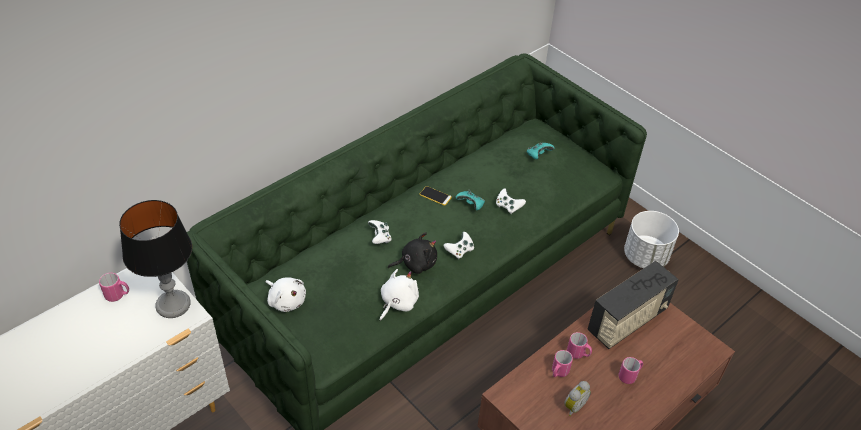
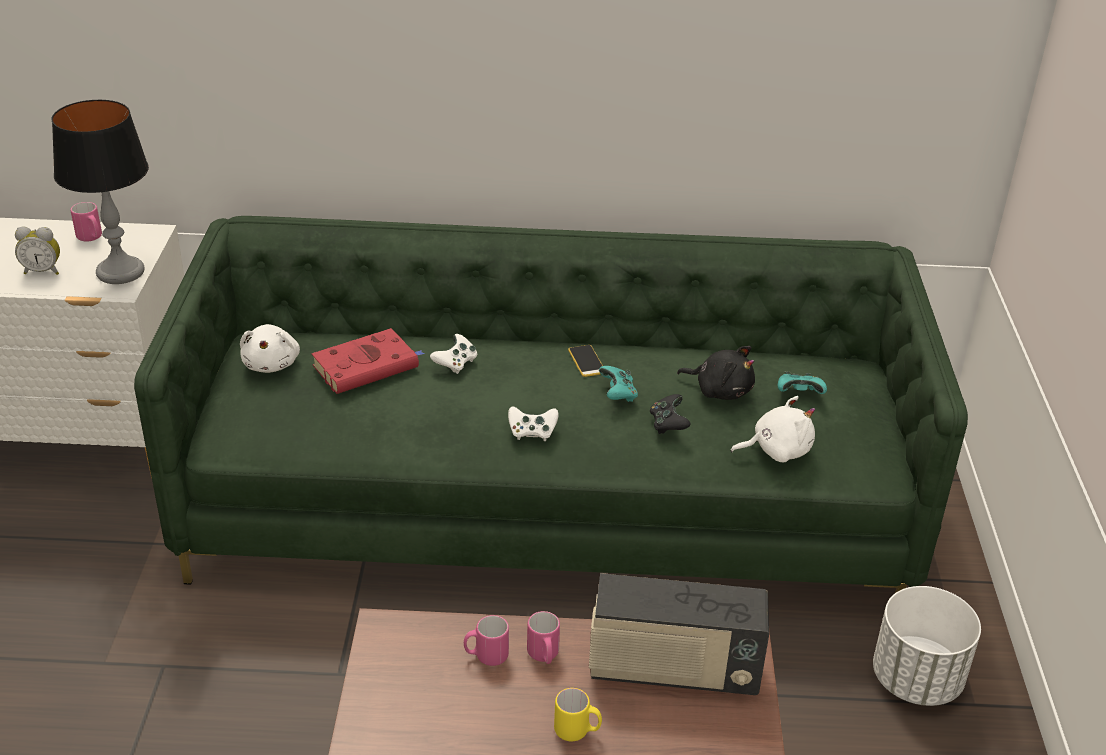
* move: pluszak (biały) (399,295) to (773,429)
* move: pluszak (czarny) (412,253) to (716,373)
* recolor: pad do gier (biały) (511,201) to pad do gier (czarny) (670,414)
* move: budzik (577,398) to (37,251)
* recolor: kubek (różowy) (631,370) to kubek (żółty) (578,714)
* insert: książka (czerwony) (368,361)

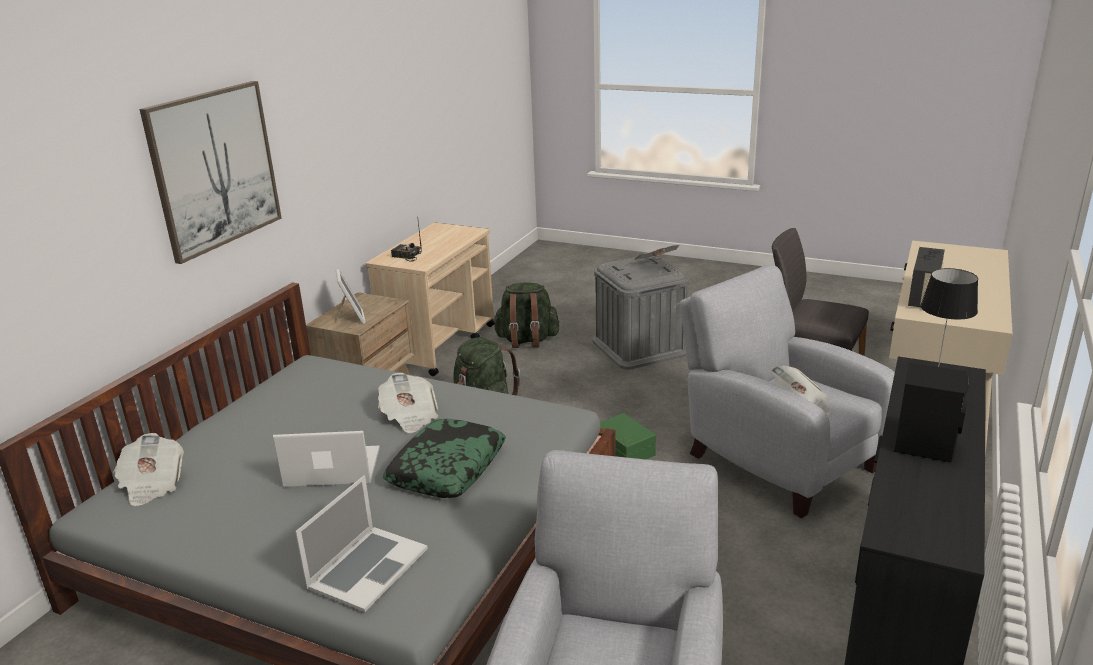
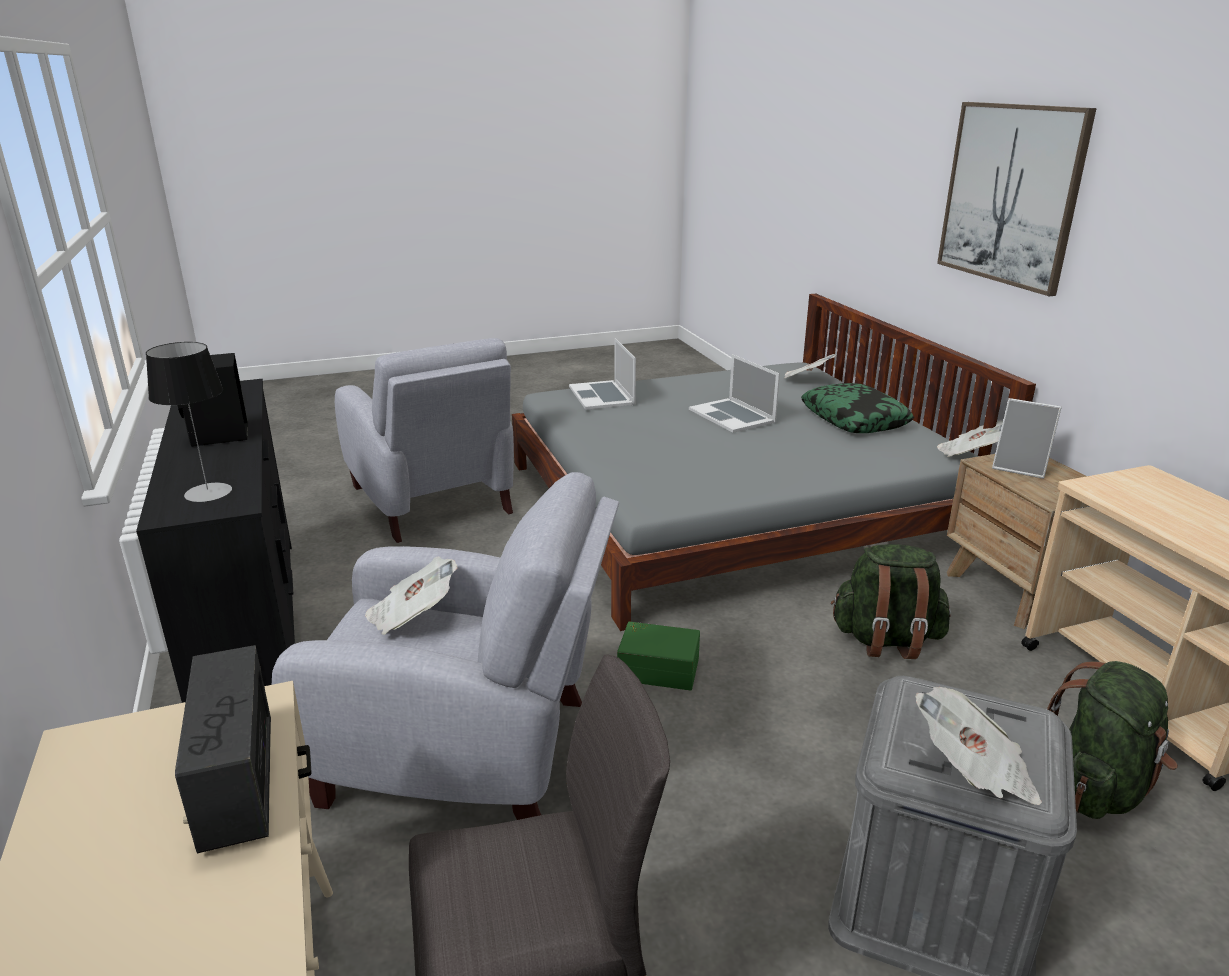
* rotate: laptop (326,459) = (734,393) 105 degrees clockwise
* move: gazeta (408,402) to (970,438)
* move: poduszka (444,458) to (857,408)
* delete: radio (406,242)

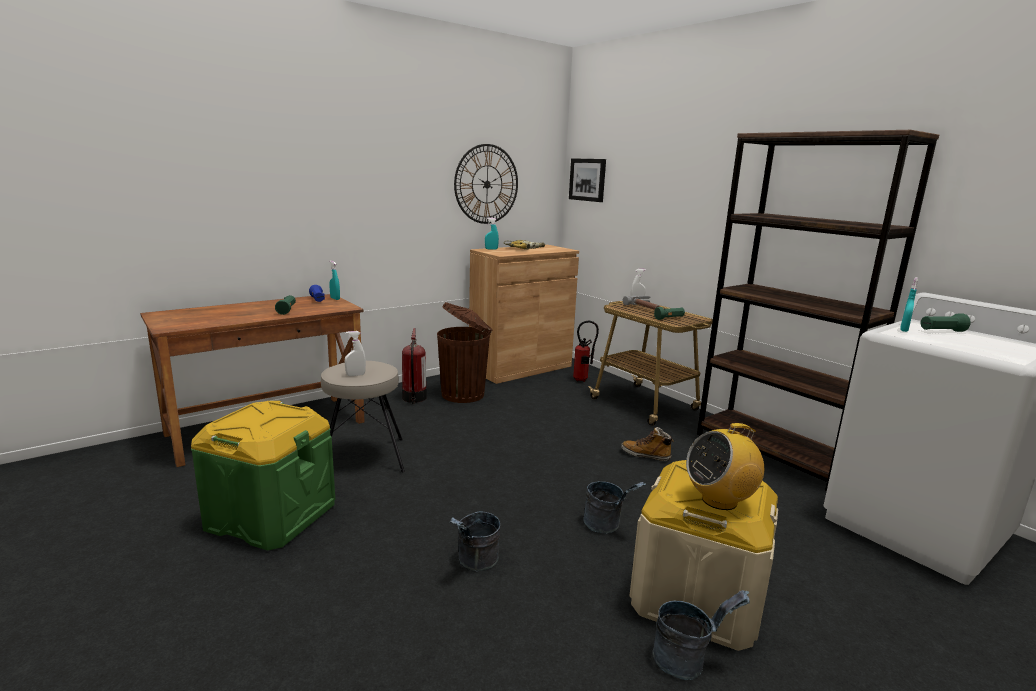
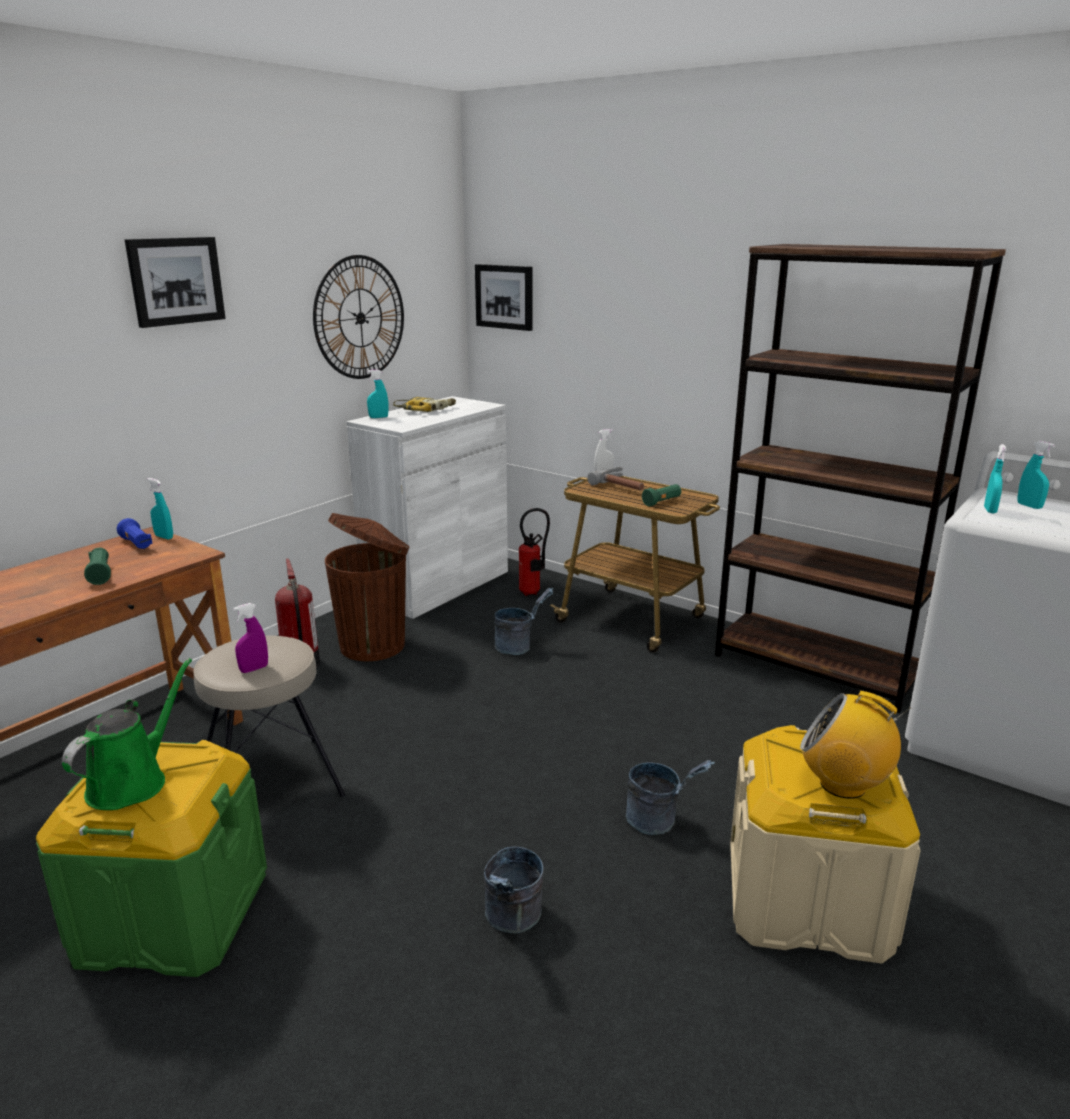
* recolor: spryskiwacz (biały) (355,353) to spryskiwacz (fioletowy) (250,638)
* recolor: szafka (brązowy) (524,314) to szafka (biały) (427,507)
* delete: but z cholewką (647,444)
* move: wiadro (szary) (701,635) to (523,621)
* rotate: radio (725,466) = (855,745) 60 degrees clockwise
* replace: latarka (zielony) (945,323) to spryskiwacz (turkusowy) (1036,475)
* insert: konewka (zielony) (127,734)
* insert: obraz (175,282)

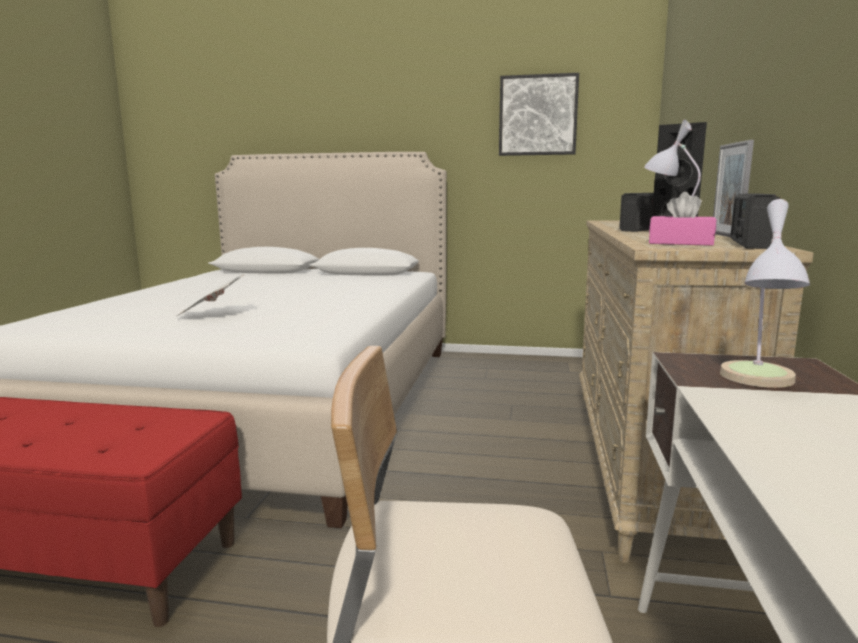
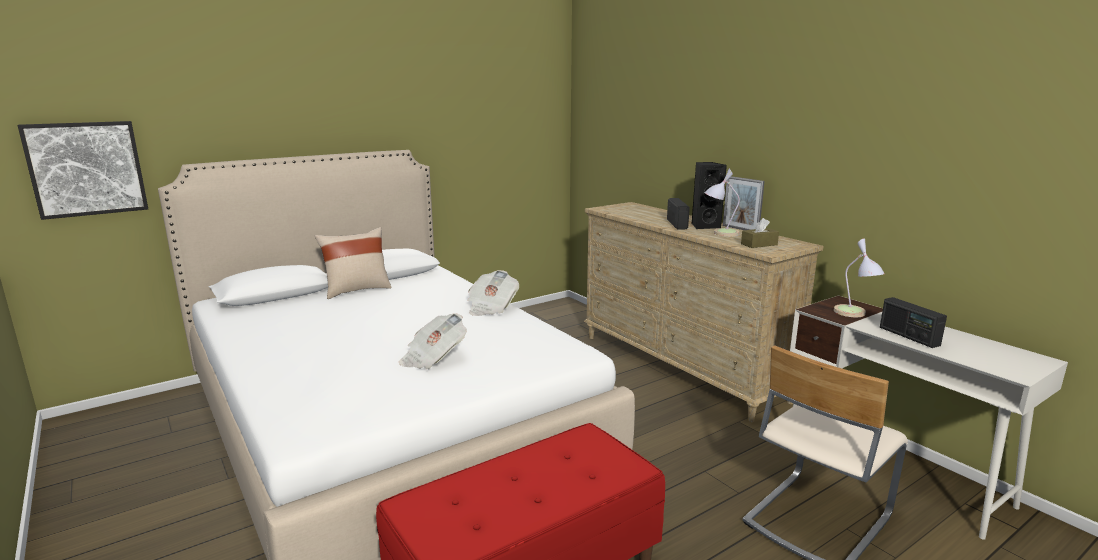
* move: obraz (539,114) to (83,170)
* recolor: pudełko chusteczek (różowy) (682,219) to pudełko chusteczek (brązowy) (760,233)
* move: radio (755,221) to (913,322)
* insert: poduszka (beżowy) (353,263)
* insert: gazeta (493,293)

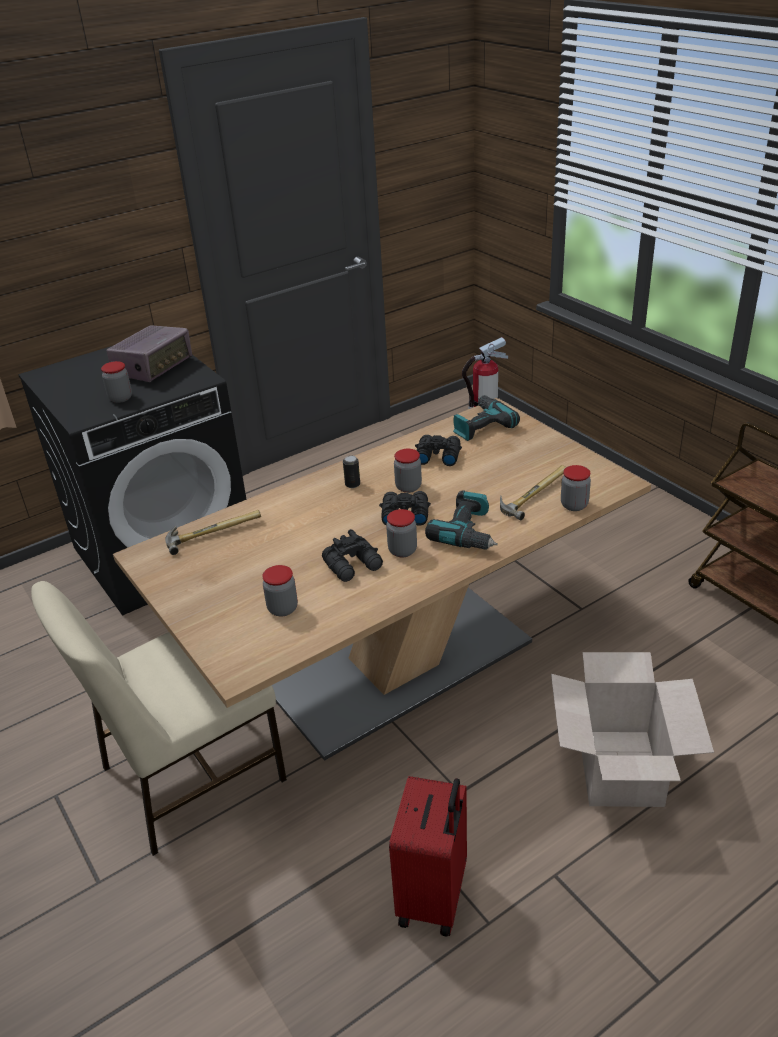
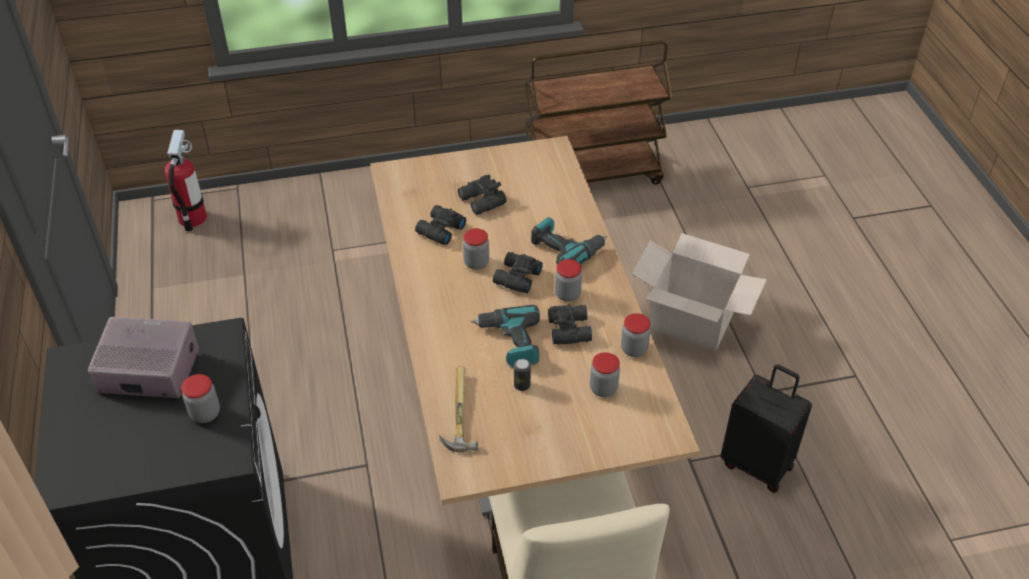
* rotate: radio (149,353) = (143,357) 45 degrees counterclockwise
* move: puszka (351,471) to (522,375)
* recolor: walizka (czerwony) (428,856) to walizka (czarny) (766,428)
* move: wiertarka (486,418) to (505,336)
* delete: młotek (533,492)
* move: słoik (576,488) to (636,335)
* insert: lornetka (czarny) (482,195)

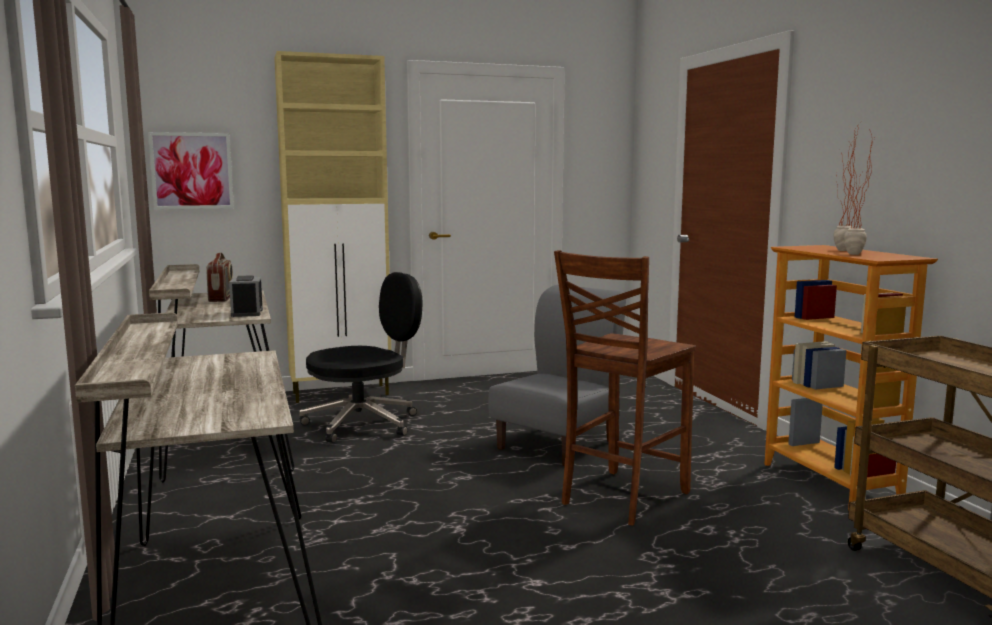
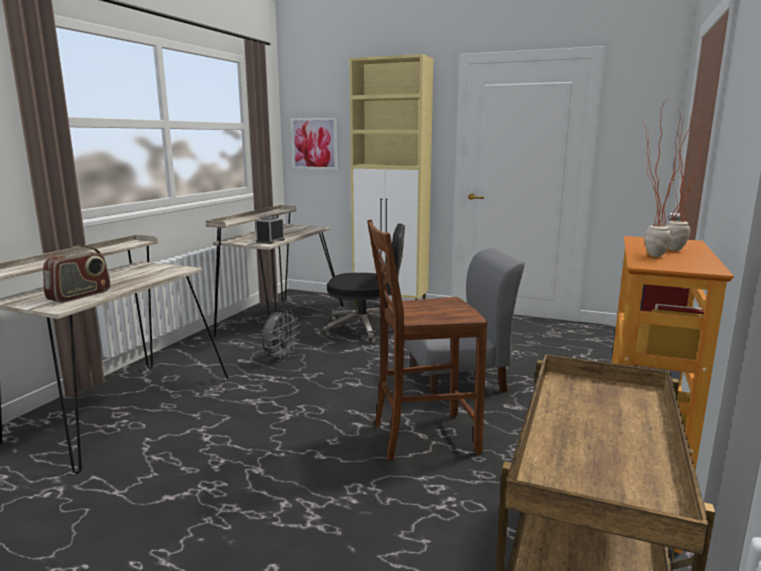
* move: radio (220,277) to (76,273)
* insert: wentylator (szary) (281,335)

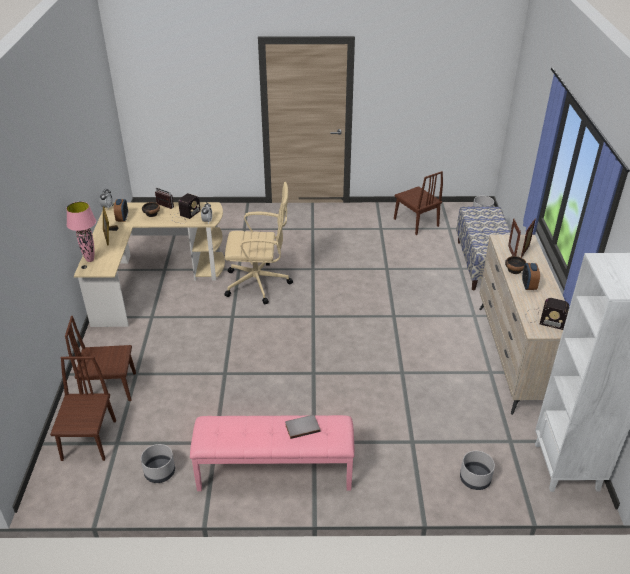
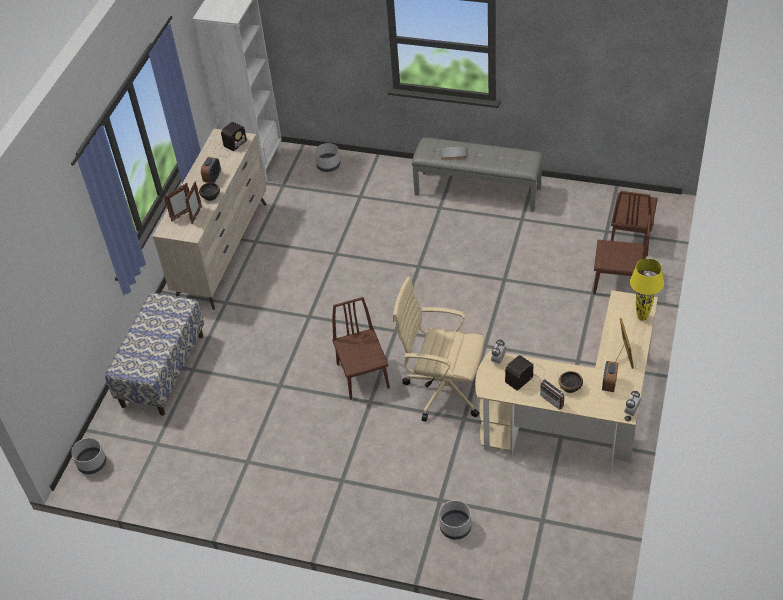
* recolor: lampa stołowa (różowy) (81,232) to lampa stołowa (żółty) (647,290)
* move: donica (szary) (158,463) to (455,520)
* recolor: ławka (różowy) (272,453) to ławka (szary) (477,175)
* move: krzesło (brązowy) (418,203) to (361,348)
* rotate: radio (547,314) = (230,139) 90 degrees clockwise

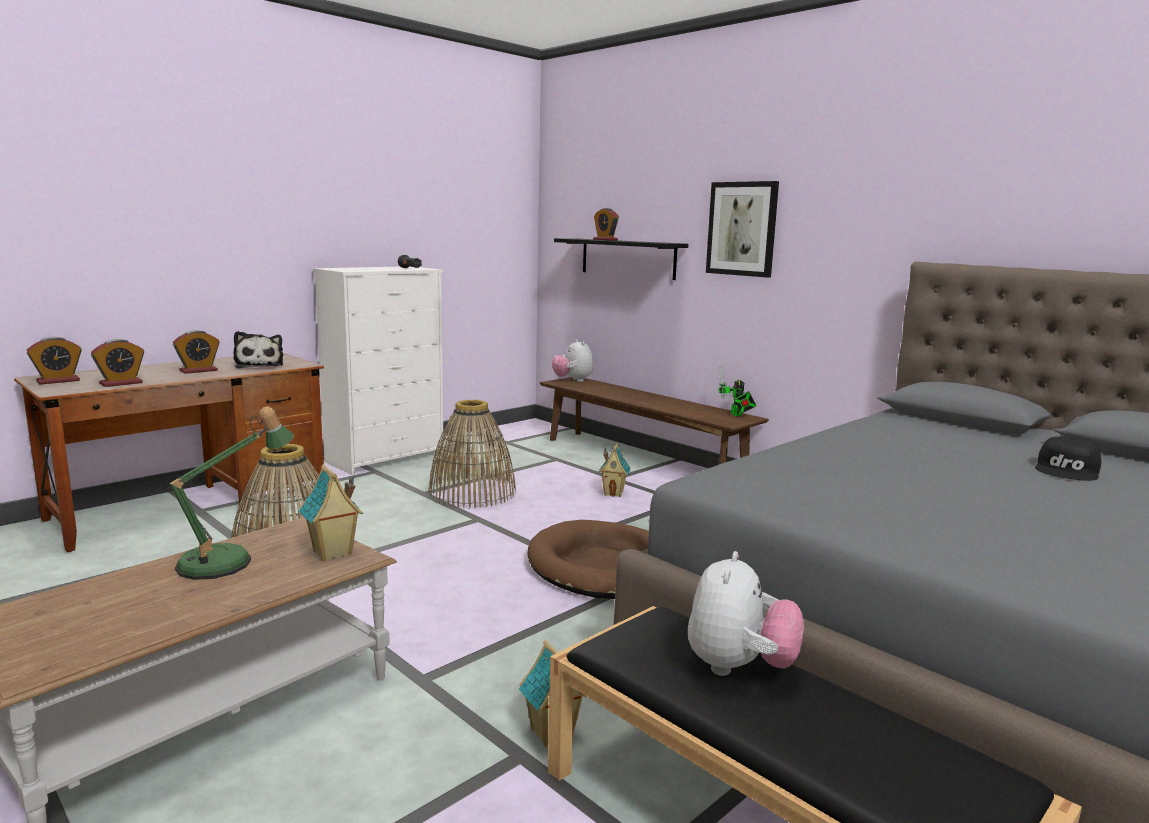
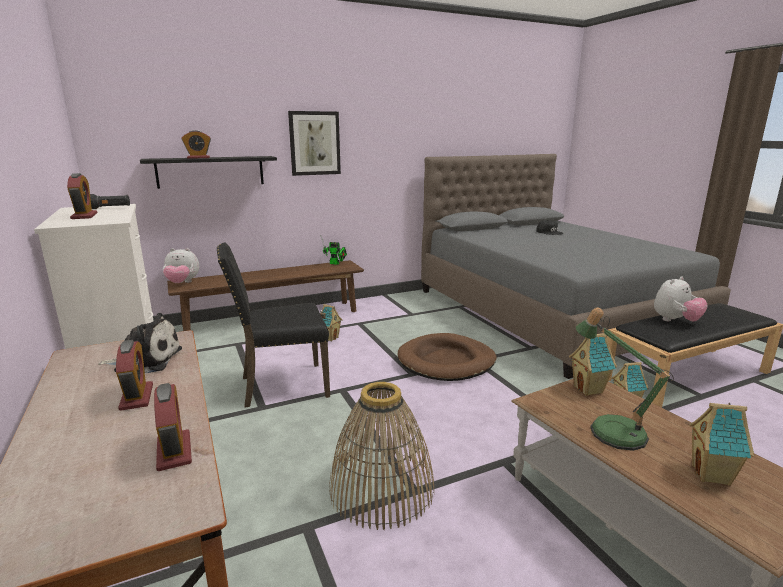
* move: budzik (54,361) to (82,196)
* replace: koszyk (472,454) to krzesło (czarny) (273,325)
* rotate: pluszak (746,613) = (680,299) 105 degrees clockwise
* insert: domek (721,444)

